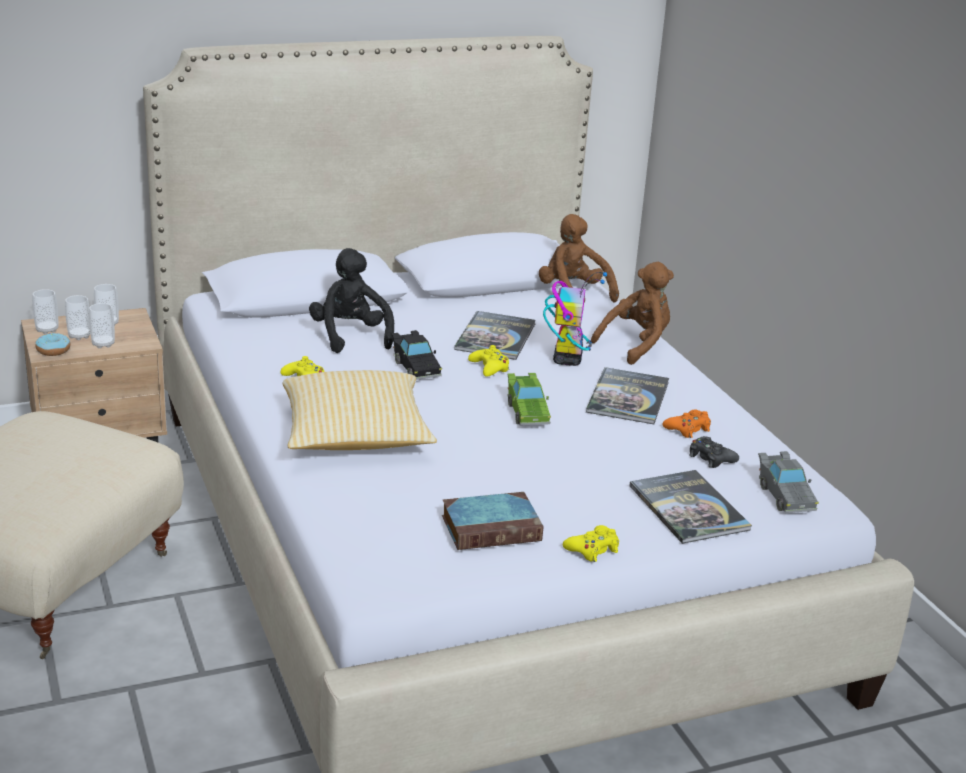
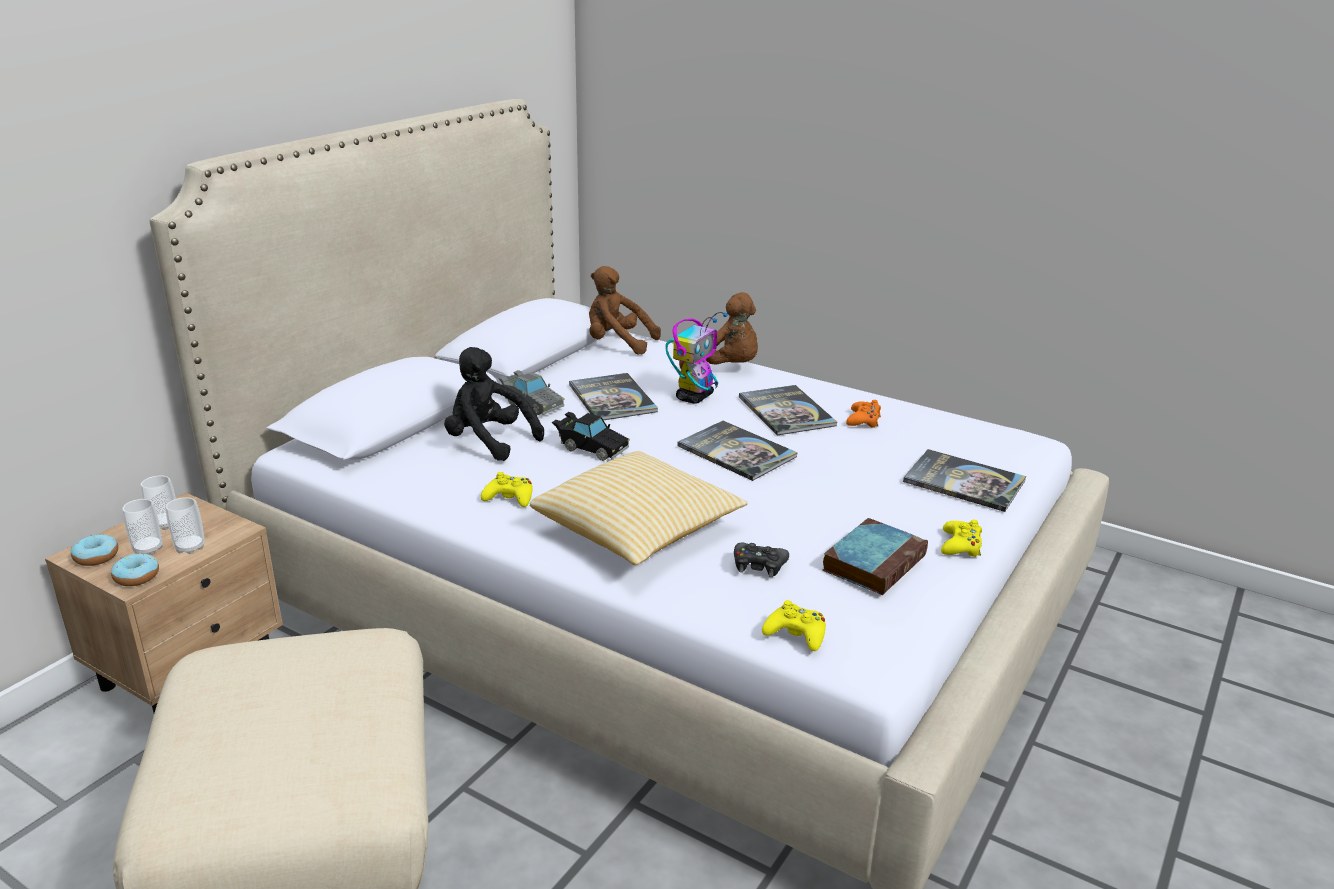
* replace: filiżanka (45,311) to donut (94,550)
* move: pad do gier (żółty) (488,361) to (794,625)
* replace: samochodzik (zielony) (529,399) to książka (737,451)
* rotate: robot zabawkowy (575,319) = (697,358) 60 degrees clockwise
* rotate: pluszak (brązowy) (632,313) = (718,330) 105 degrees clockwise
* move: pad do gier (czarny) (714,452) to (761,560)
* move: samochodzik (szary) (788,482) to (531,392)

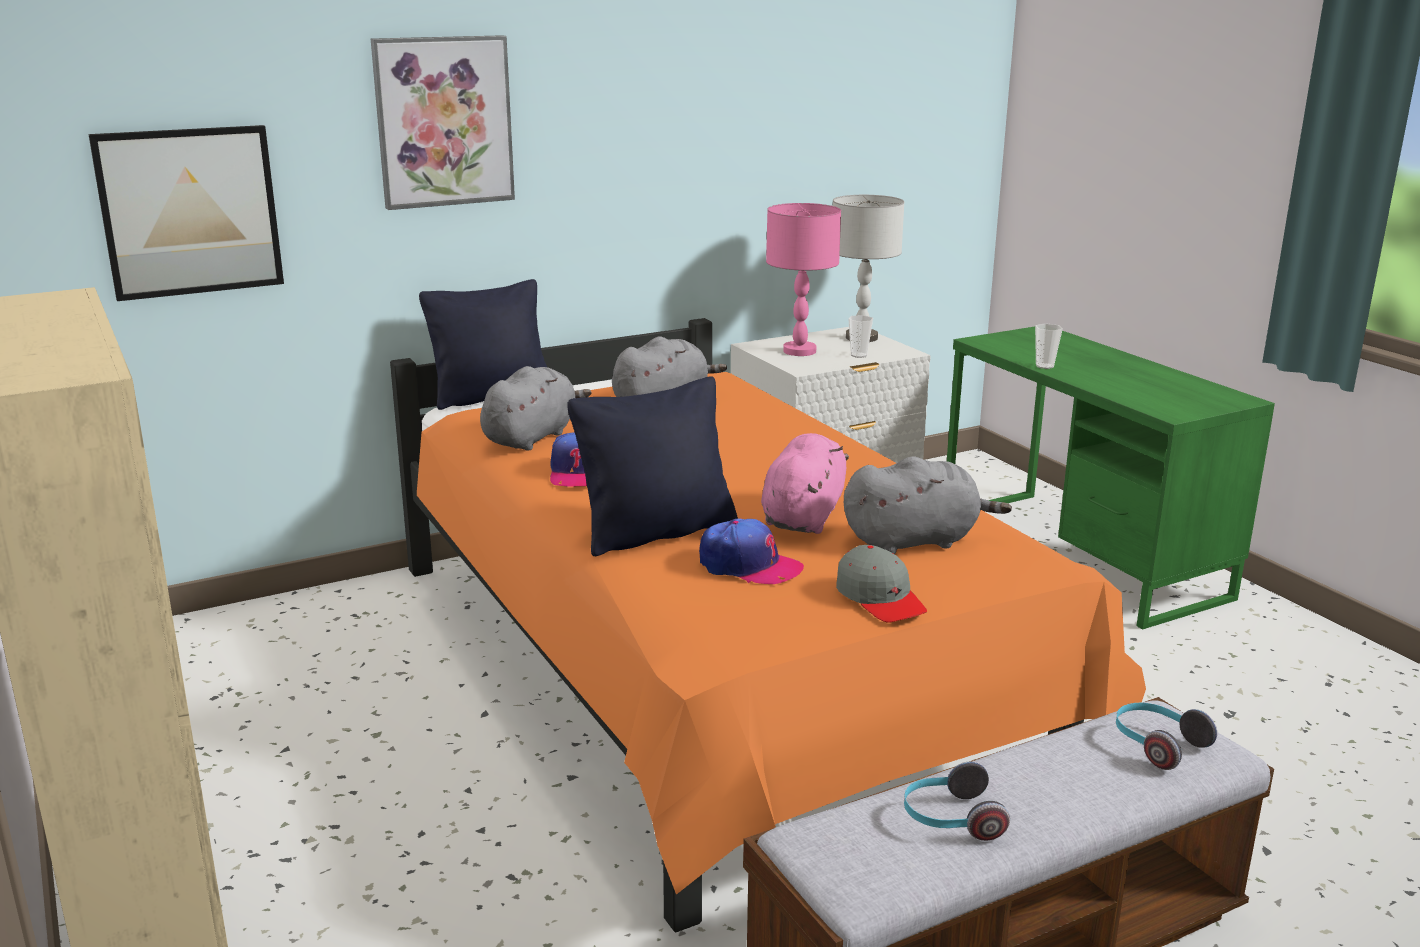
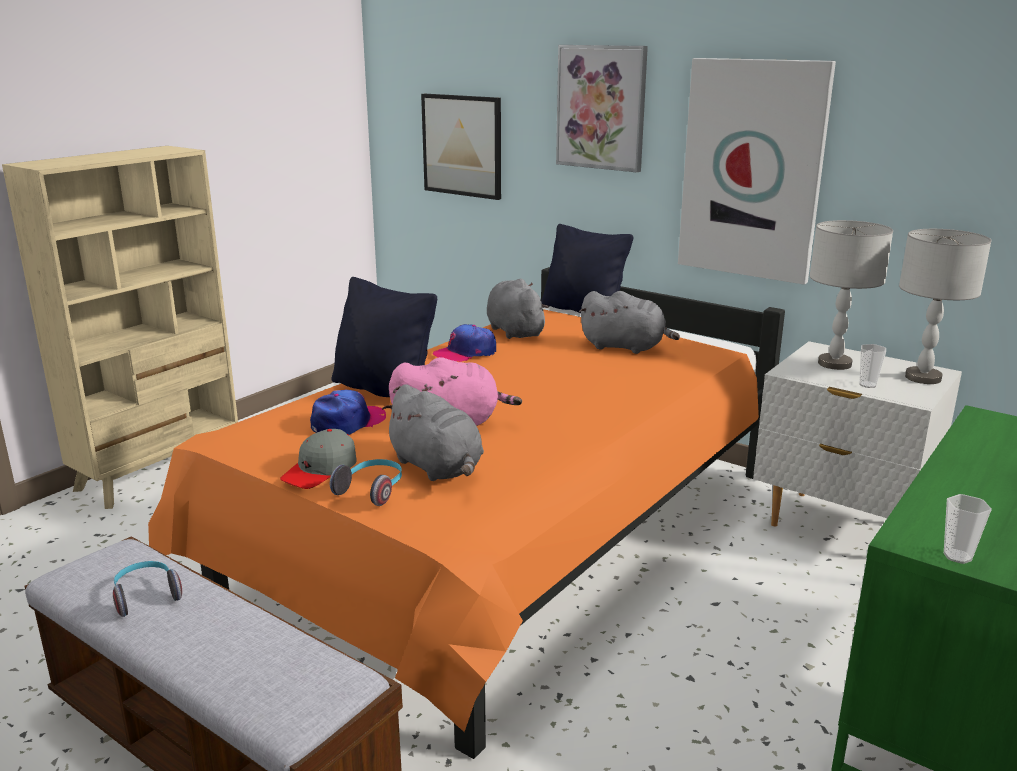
* rotate: pluszak (szary) (536,408) = (518,308) 120 degrees counterclockwise
* rotate: czapka z daszkiem (751,551) = (348,412) 135 degrees counterclockwise
* recolor: lampa stołowa (różowy) (803,279) to lampa stołowa (szary) (851,295)
* move: filiżanka (1049,346) to (968,529)
* move: słuchawki (1166,736) to (366,482)
* insert: obraz (757,171)

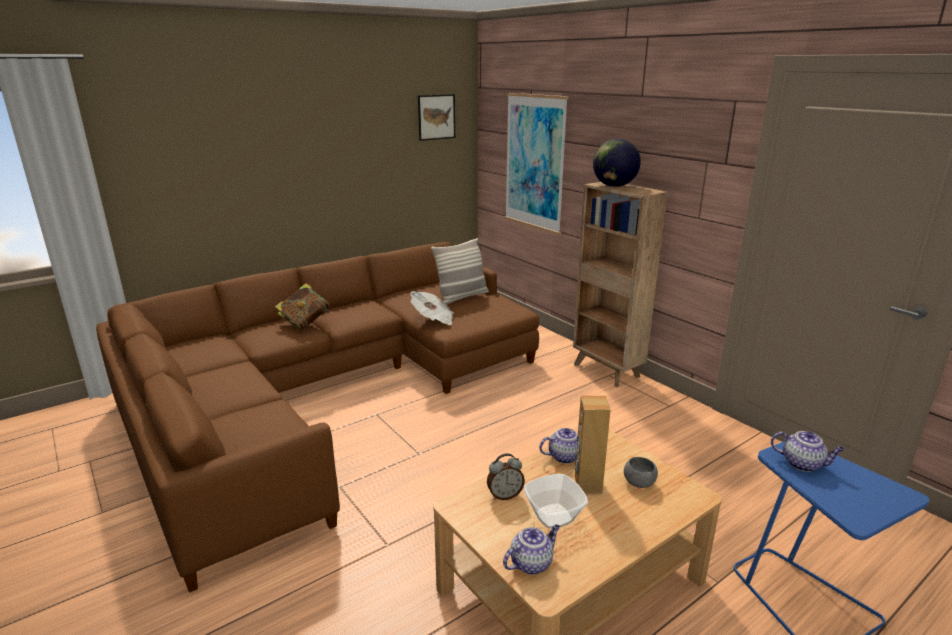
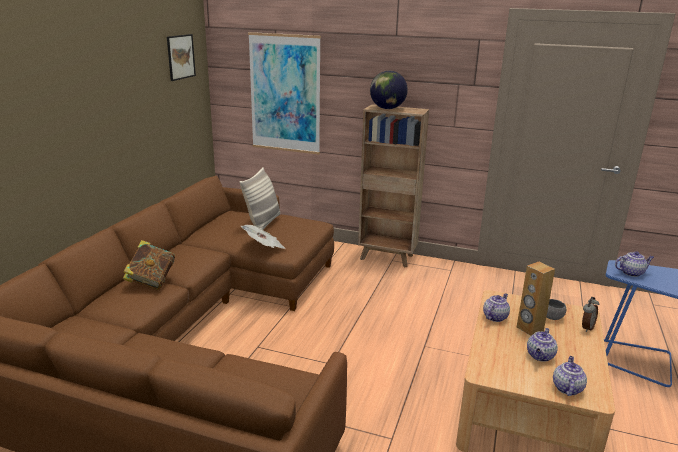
* move: budzik (506,477) to (590,314)
* replace: miska (556,501) to imbryk (542,345)

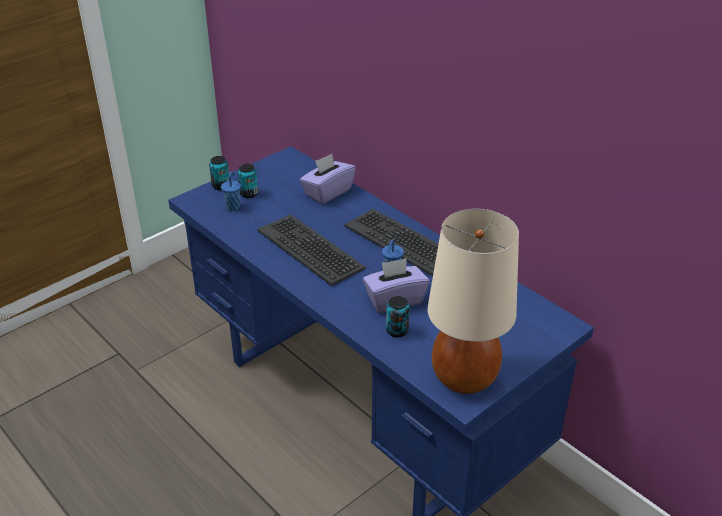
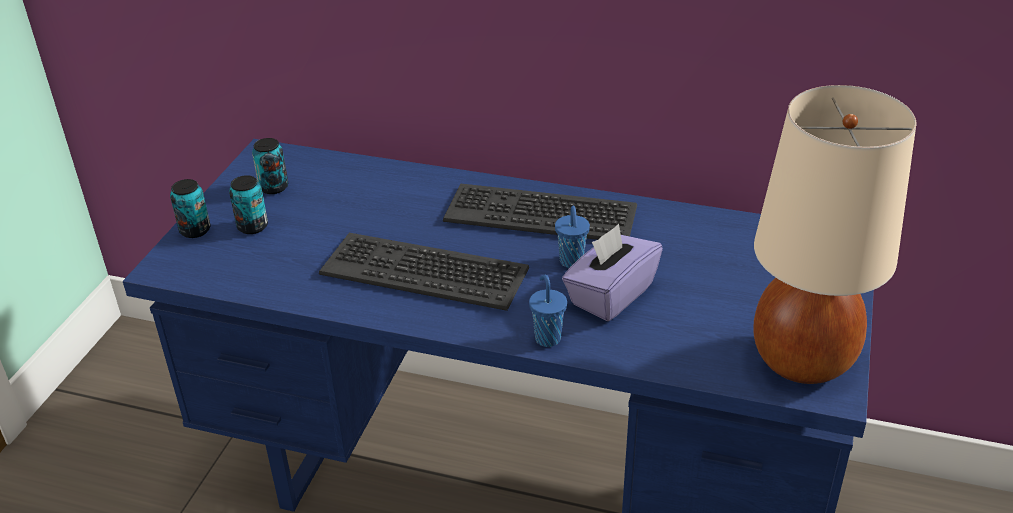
* move: filiżanka (niebieski) (231,191) to (548,311)
* delete: pudełko chusteczek (fioletowy) (328,178)
* move: puszka (398,316) to (270,166)

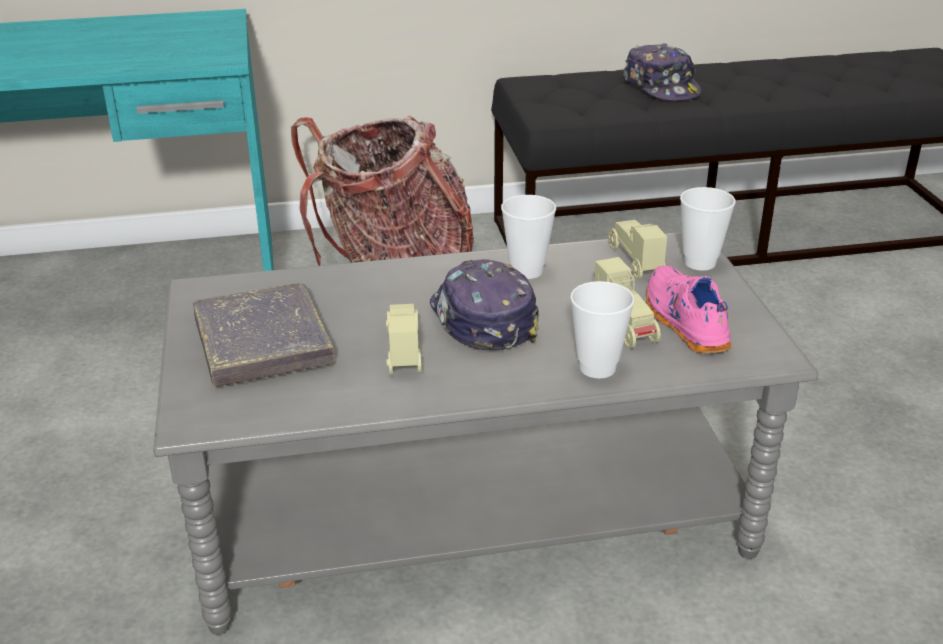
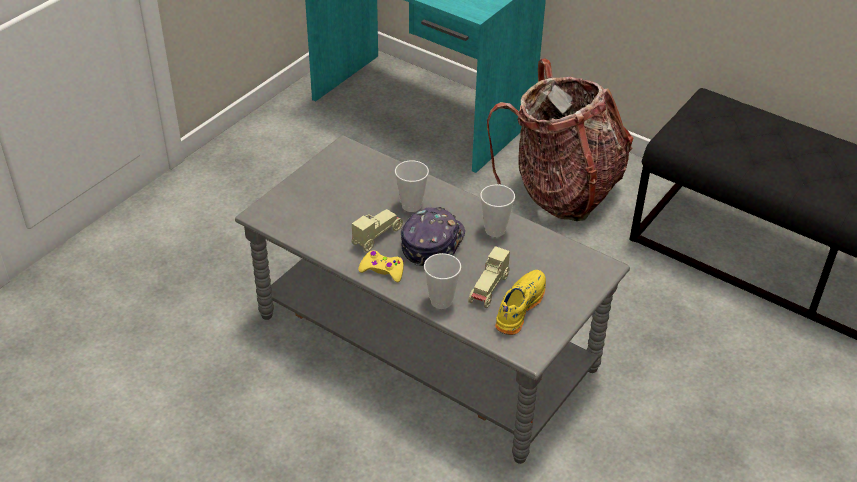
* delete: książka (szary) (264,334)
* delete: samochodzik (beżowy) (637,249)
* delete: czapka z daszkiem (662,72)
* recolor: but (różowy) (689,309) to but (żółty) (520,302)
* move: filiżanka (707,229) to (412,186)
* insert: pad do gier (żółty) (381,266)

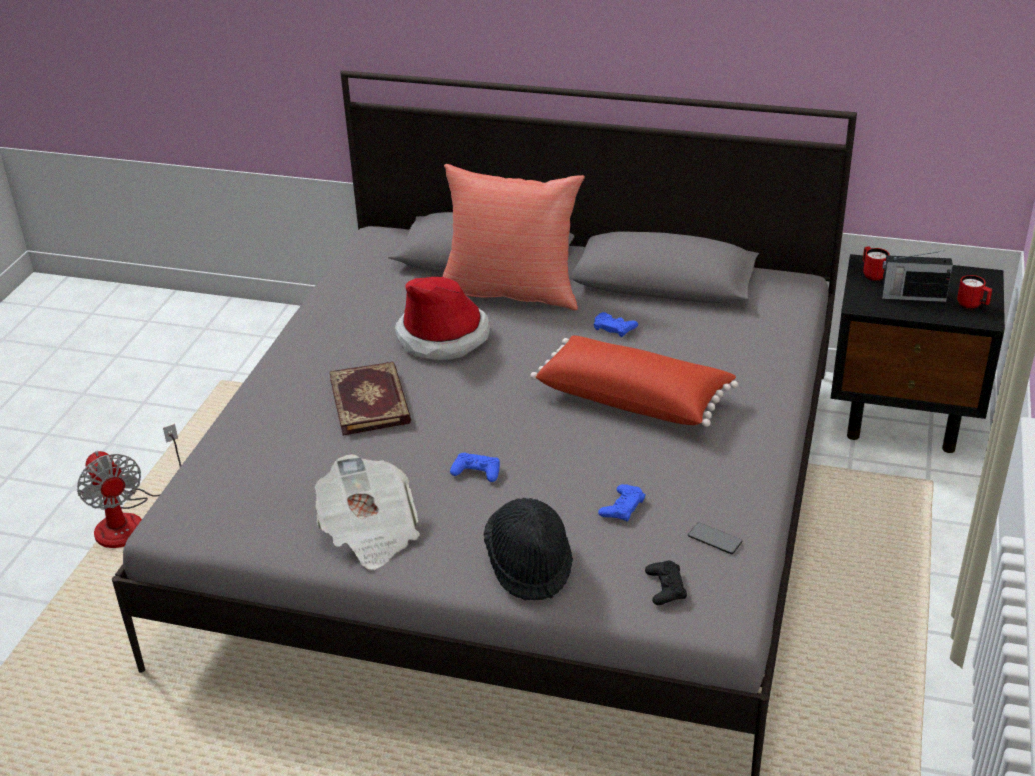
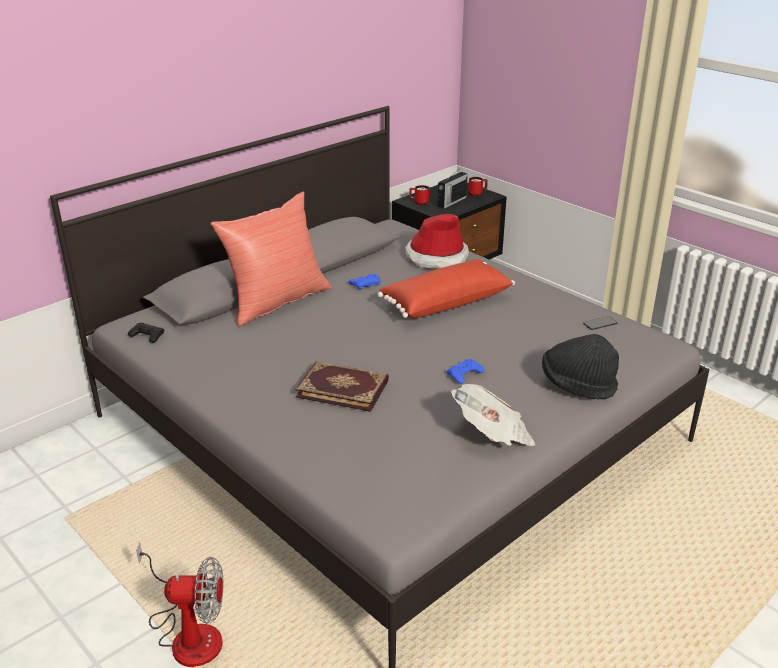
* move: kapelusz (442,318) to (437,241)
* delete: pad do gier (niebieski) (622,503)
* move: pad do gier (czarny) (666,583) to (146,333)

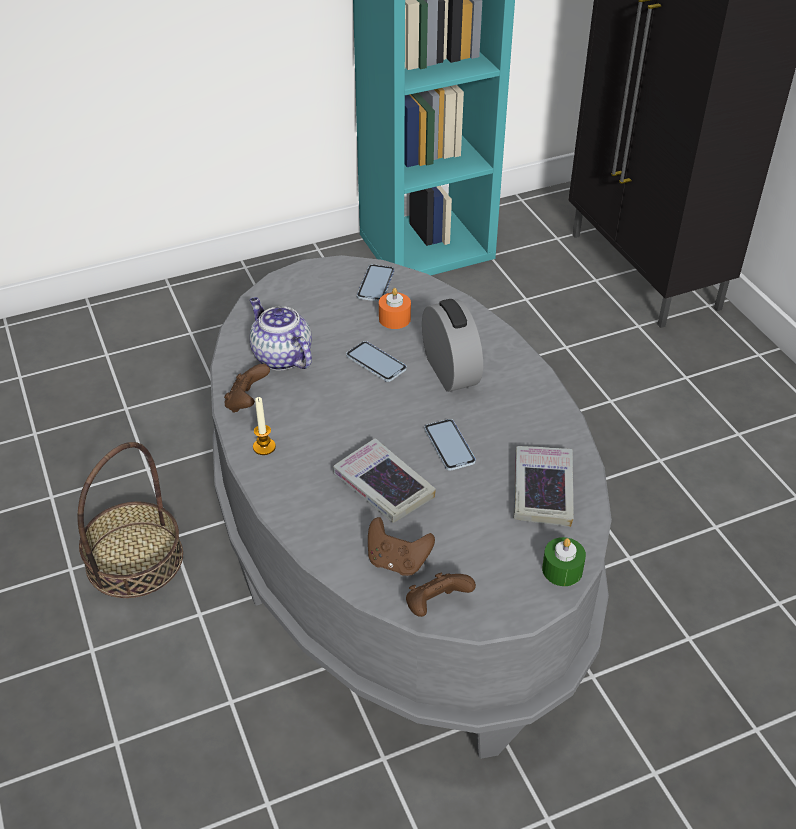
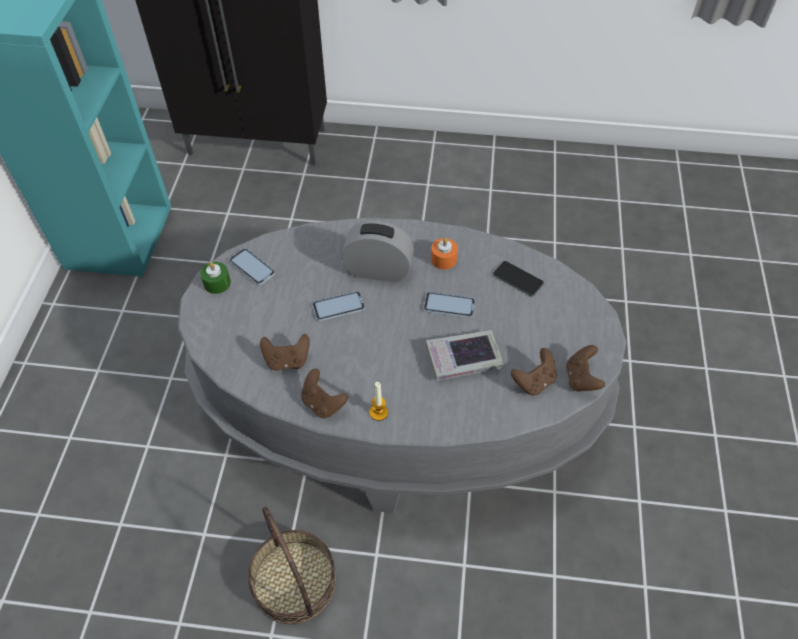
* replace: imbryk (281,333) to pad do gier (brązowy) (285,352)
* move: świeca (pomarańczowy) (395,308) to (444,253)
* replace: książka (543,486) to telefon (518,279)
* move: świeca (zielony) (564,561) to (215,278)

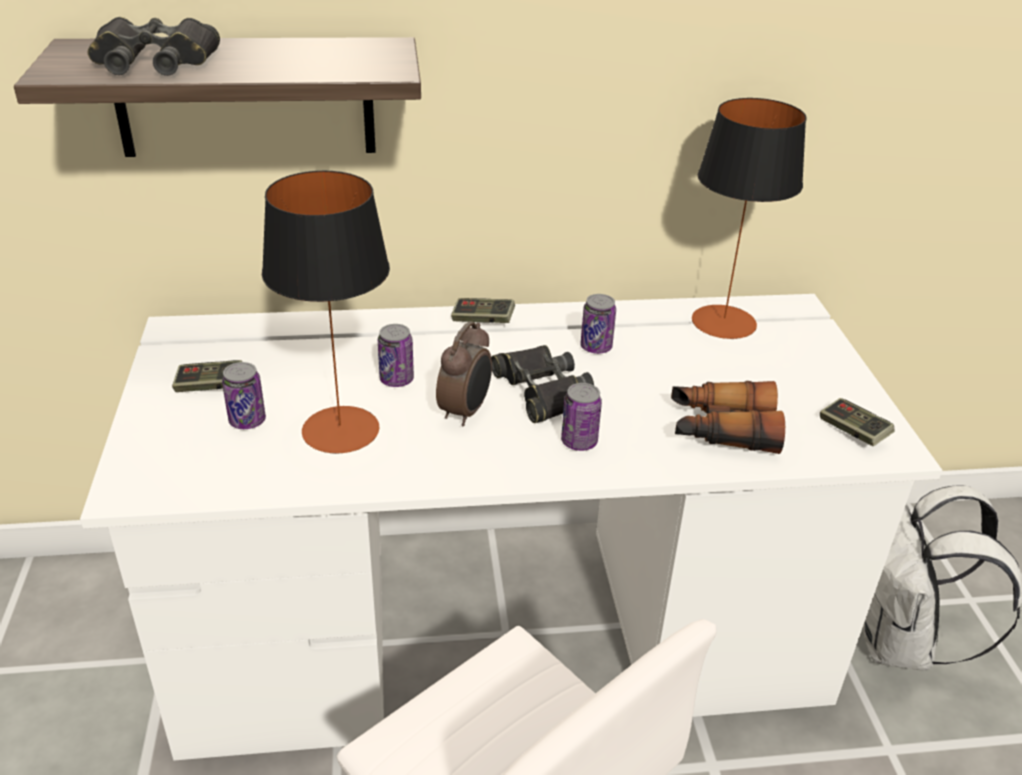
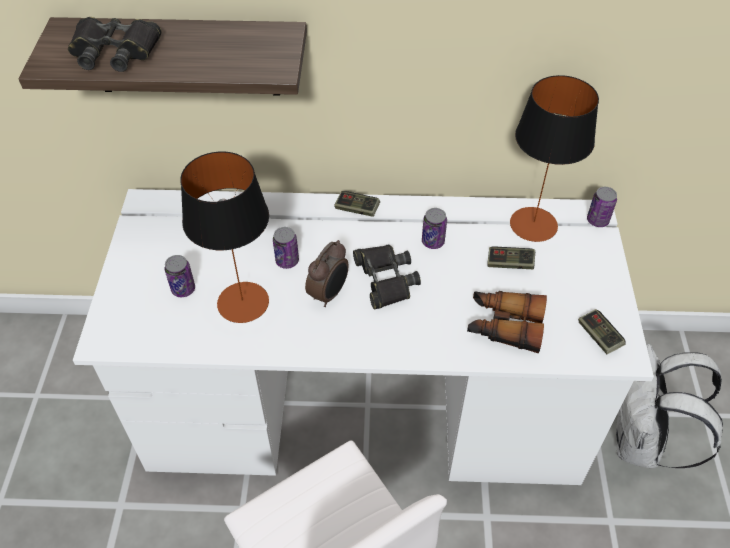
* move: pad do gier (207,376) to (511,258)
* move: puszka (581,417) to (602,207)

